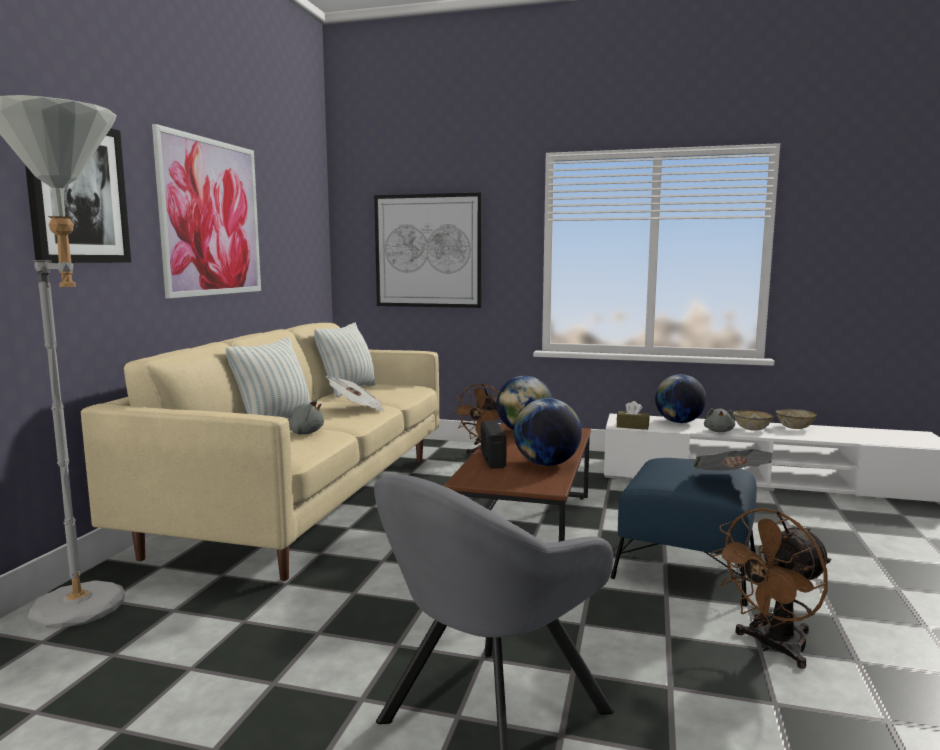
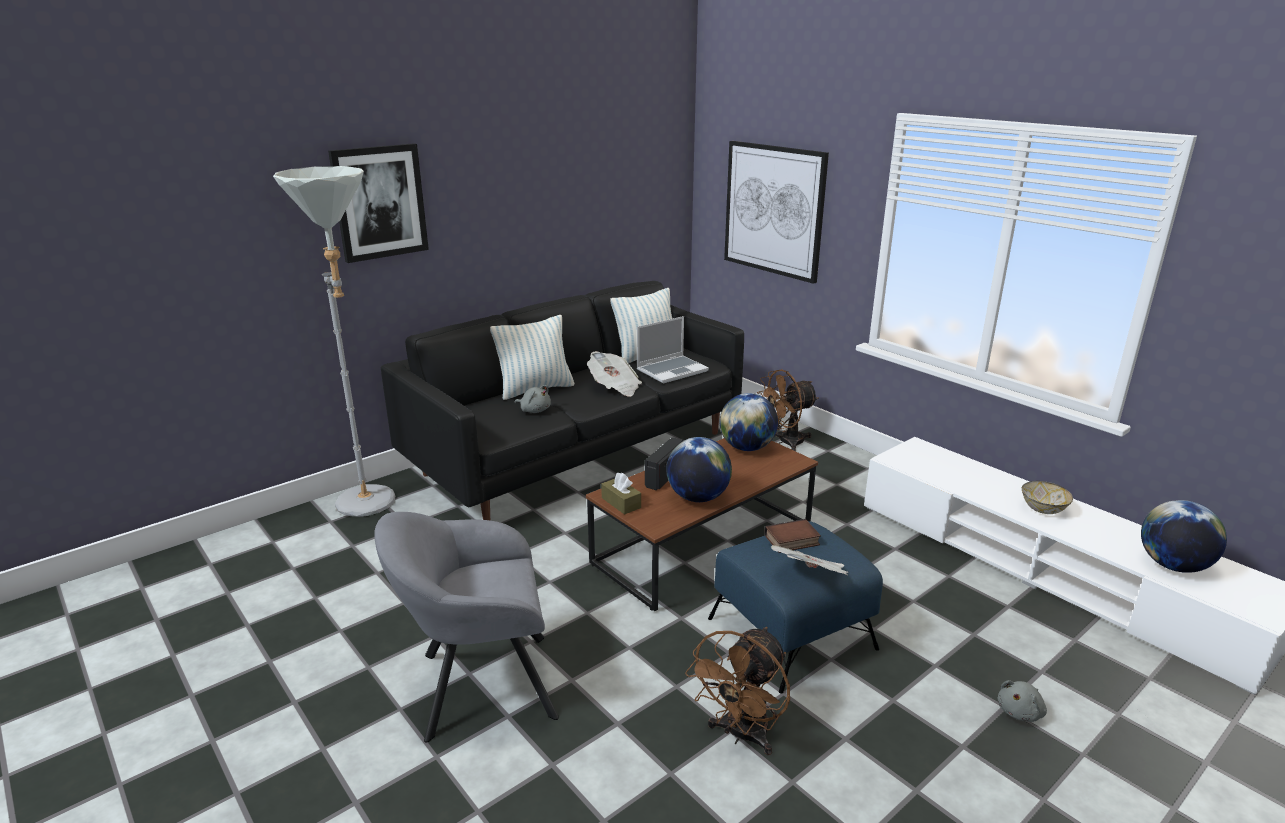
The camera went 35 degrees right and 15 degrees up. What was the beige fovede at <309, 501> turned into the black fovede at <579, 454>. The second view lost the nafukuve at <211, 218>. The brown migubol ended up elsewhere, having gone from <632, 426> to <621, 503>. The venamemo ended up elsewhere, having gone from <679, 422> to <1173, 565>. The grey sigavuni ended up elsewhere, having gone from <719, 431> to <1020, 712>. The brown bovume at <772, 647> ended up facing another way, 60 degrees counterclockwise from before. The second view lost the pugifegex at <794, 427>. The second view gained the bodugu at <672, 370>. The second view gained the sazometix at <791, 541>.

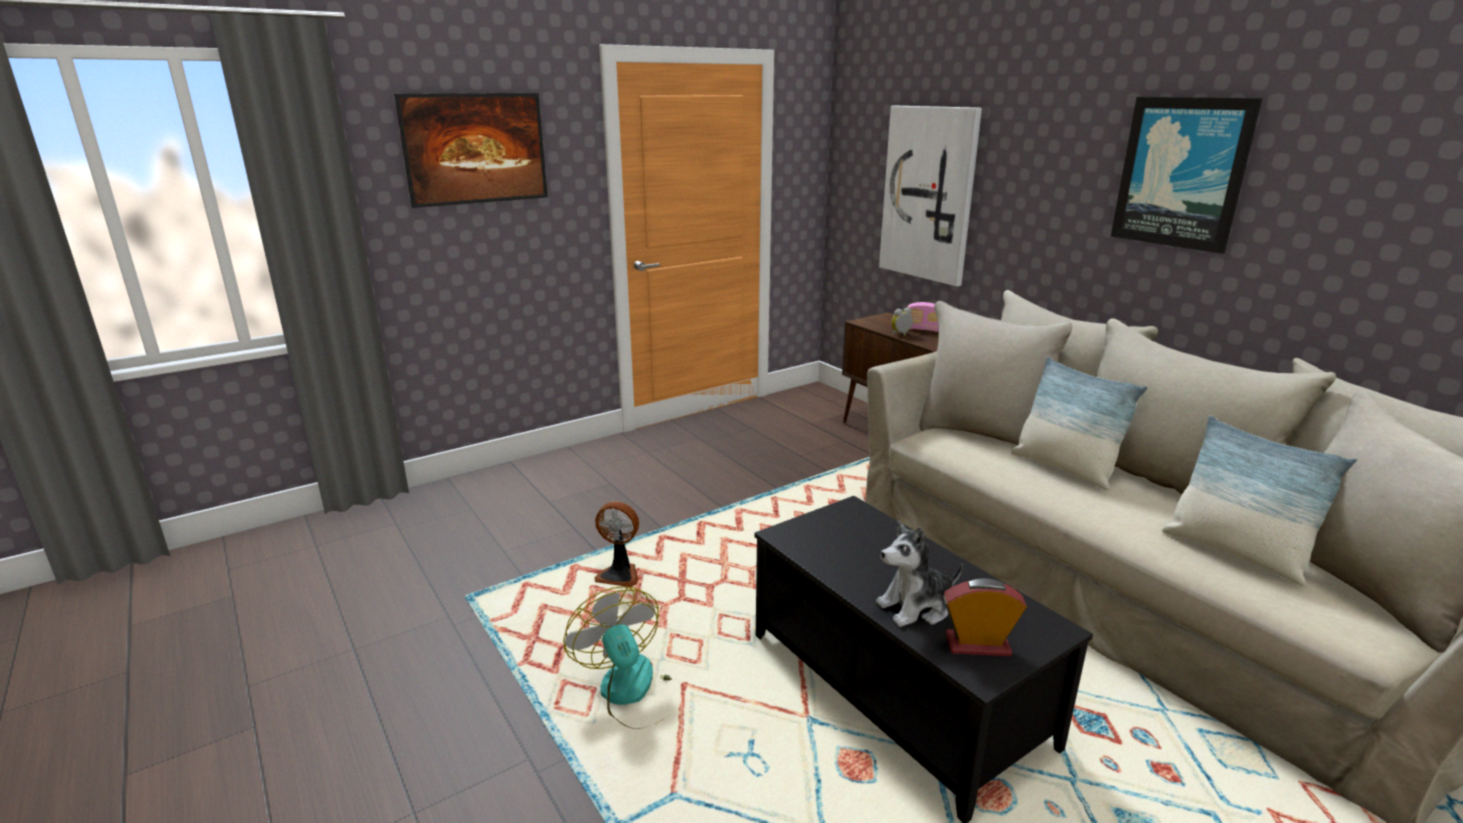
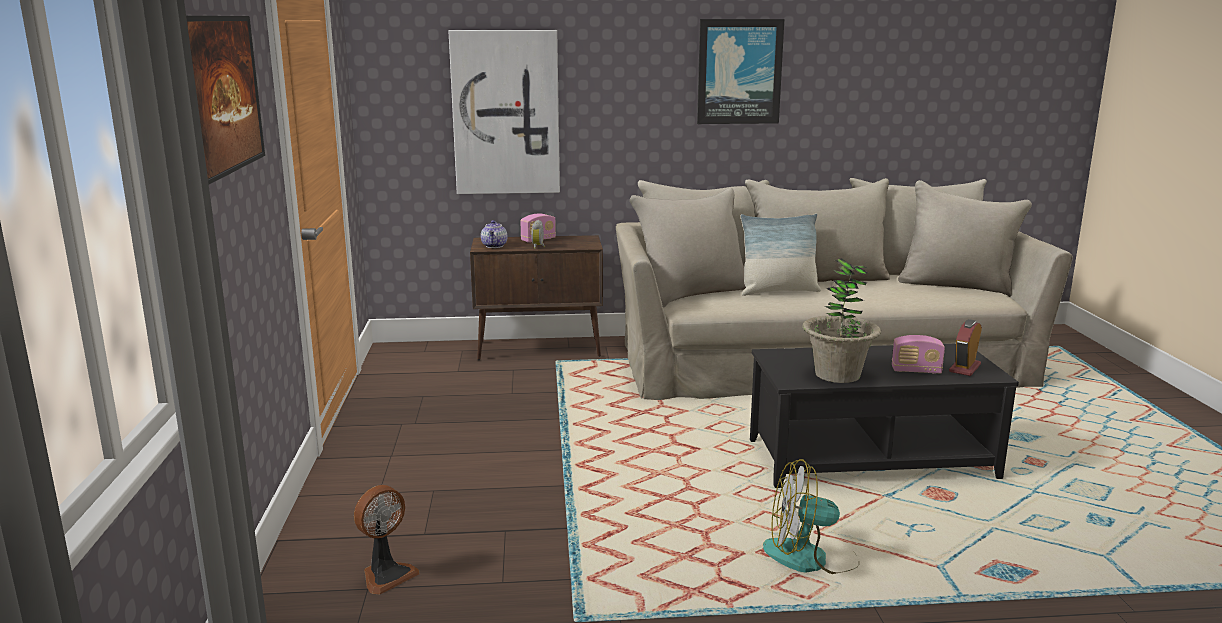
The camera went 60 degrees left and 5 degrees down. The bovume ended up elsewhere, having gone from <619, 575> to <386, 575>. Where the sigavuni stood at <916, 607>, the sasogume came to stand at <916, 371>. The second view lost the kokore at <1235, 553>. The second view gained the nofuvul at <495, 246>. The second view gained the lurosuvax at <837, 375>.

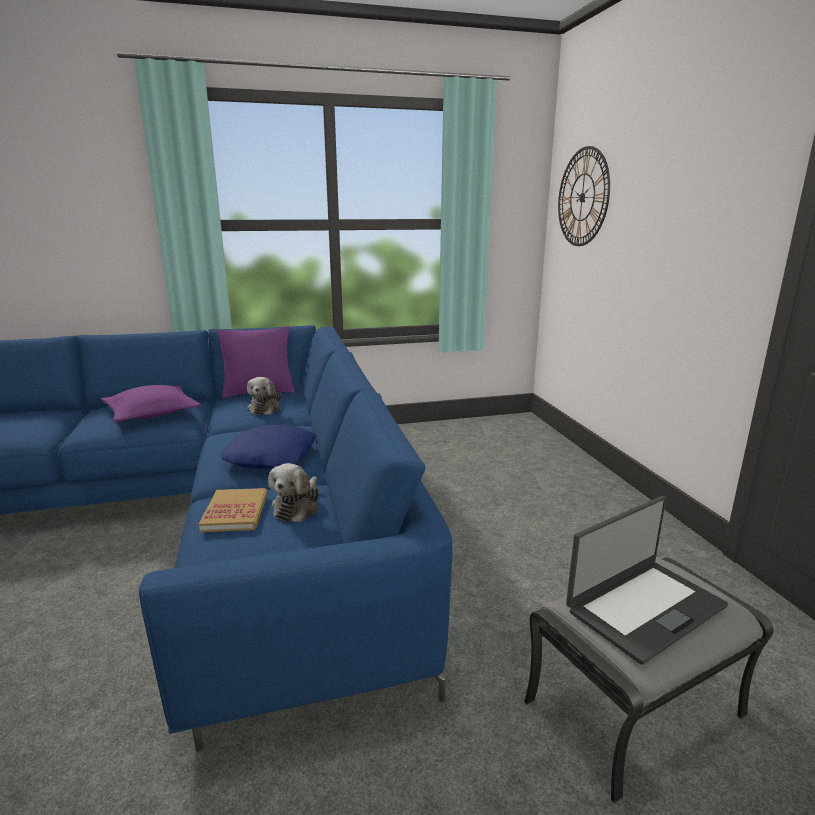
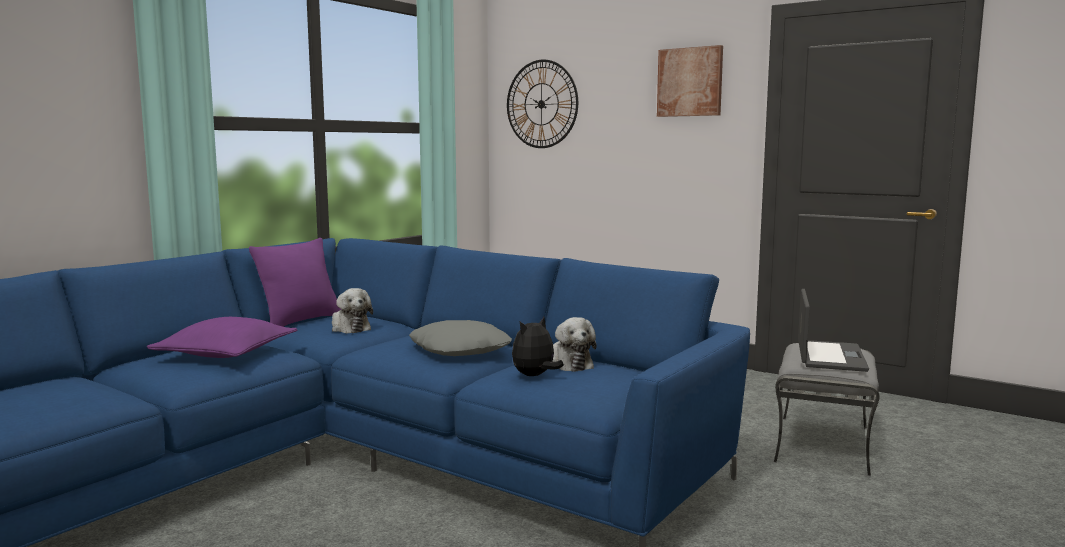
The camera went 40 degrees left and 10 degrees down. Where the sazometix stood at <235, 512>, the sigavuni came to stand at <535, 376>. What was the blue kokore at <272, 456> turned into the grey kokore at <460, 349>. The second view gained the nafukuve at <690, 82>.

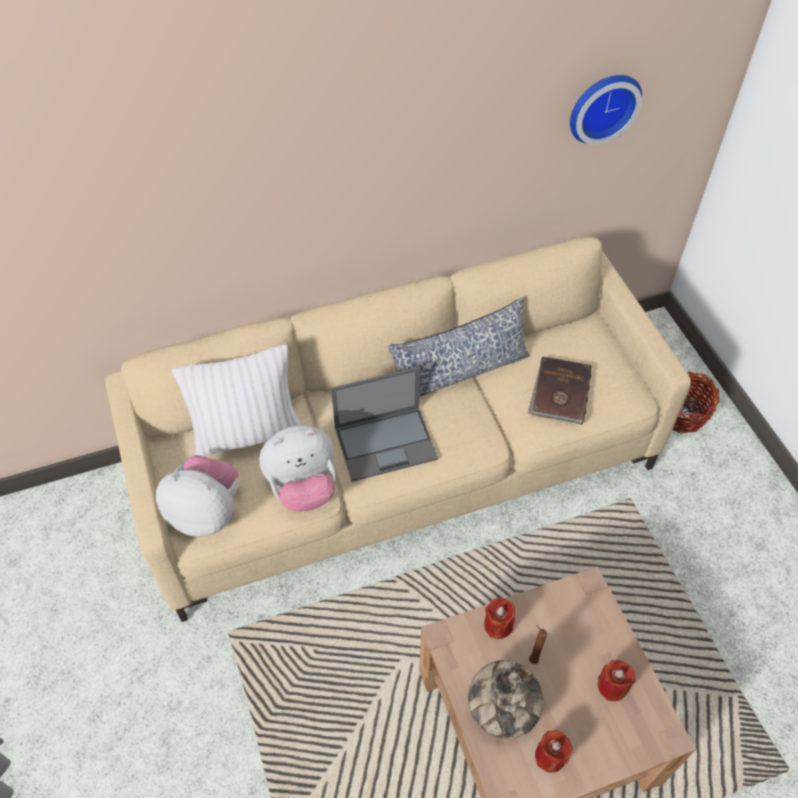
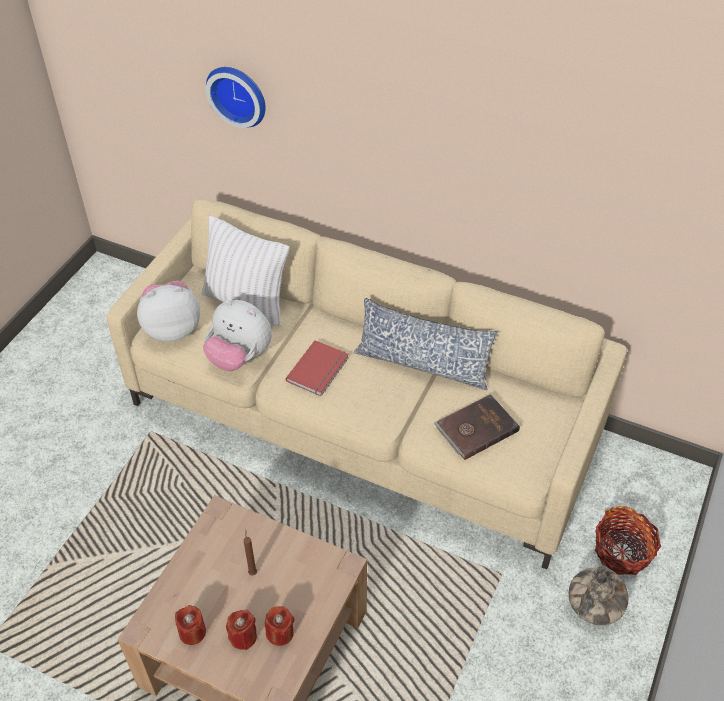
The camera went 45 degrees right and 5 degrees down. The sigavuni at <206, 512> ended up facing another way, 75 degrees counterclockwise from before. Where the bodugu stood at <387, 443>, the red sazometix came to stand at <319, 370>. The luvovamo ended up elsewhere, having gone from <501, 709> to <593, 608>. The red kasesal ended up elsewhere, having gone from <498, 625> to <243, 637>. The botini ended up elsewhere, having gone from <602, 106> to <238, 94>.

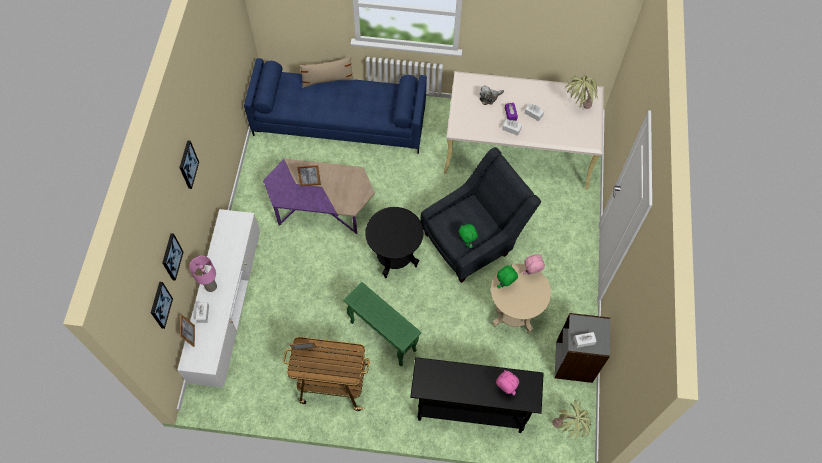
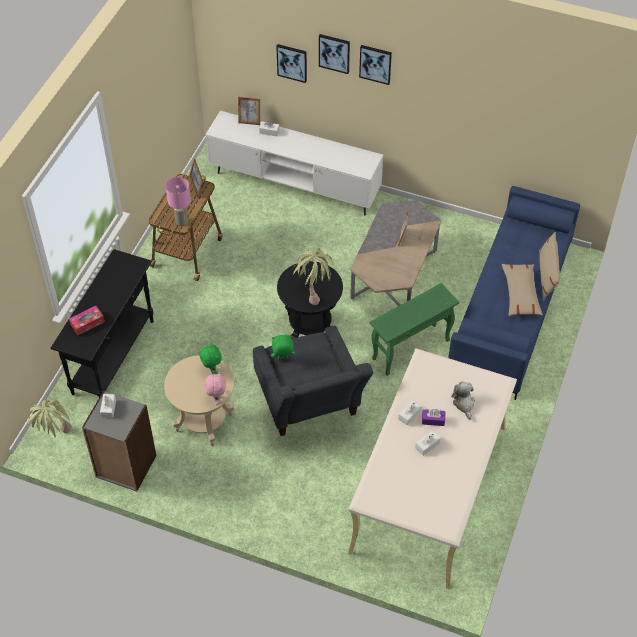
The camera went 105 degrees right and 10 degrees down. The nafukuve ended up elsewhere, having gone from <160, 305> to <334, 53>. The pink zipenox ended up elsewhere, having gone from <211, 286> to <182, 221>. What was the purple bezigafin at <322, 206> turned into the grey bezigafin at <394, 275>. The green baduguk ended up elsewhere, having gone from <383, 336> to <411, 349>. Where the pink sigavuni stood at <504, 389>, the migubol came to stand at <87, 323>. The lurosuvax ended up elsewhere, having gone from <576, 109> to <313, 292>. The second view gained the beige kokore at <520, 294>.

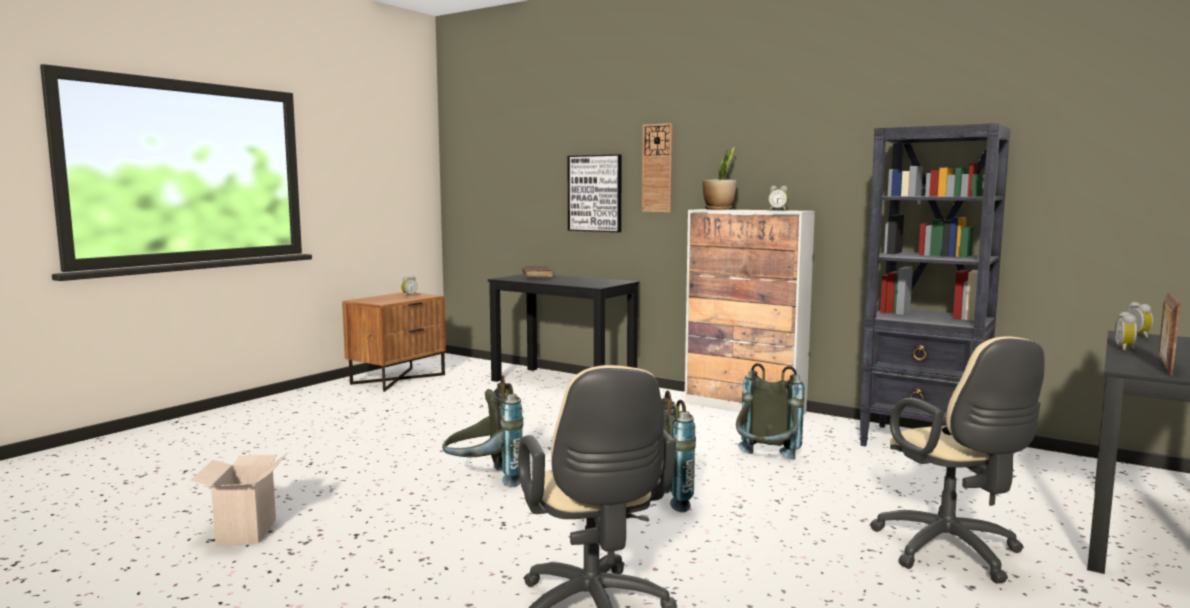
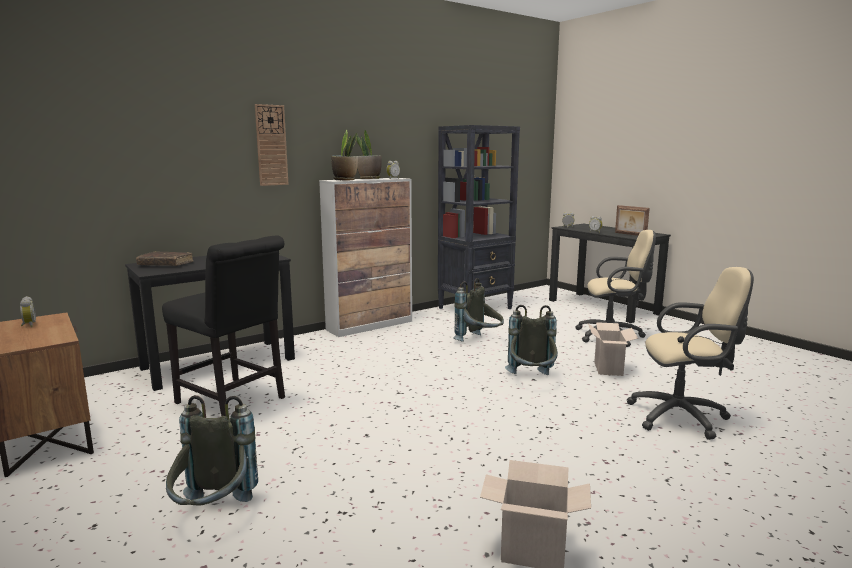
The camera went 70 degrees left and 5 degrees up. The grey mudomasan ended up elsewhere, having gone from <484, 480> to <213, 514>. The second view lost the nafukuve at <595, 193>. The second view gained the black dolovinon at <234, 402>. The second view gained the lurosuvax at <369, 179>. The second view gained the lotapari at <609, 369>.

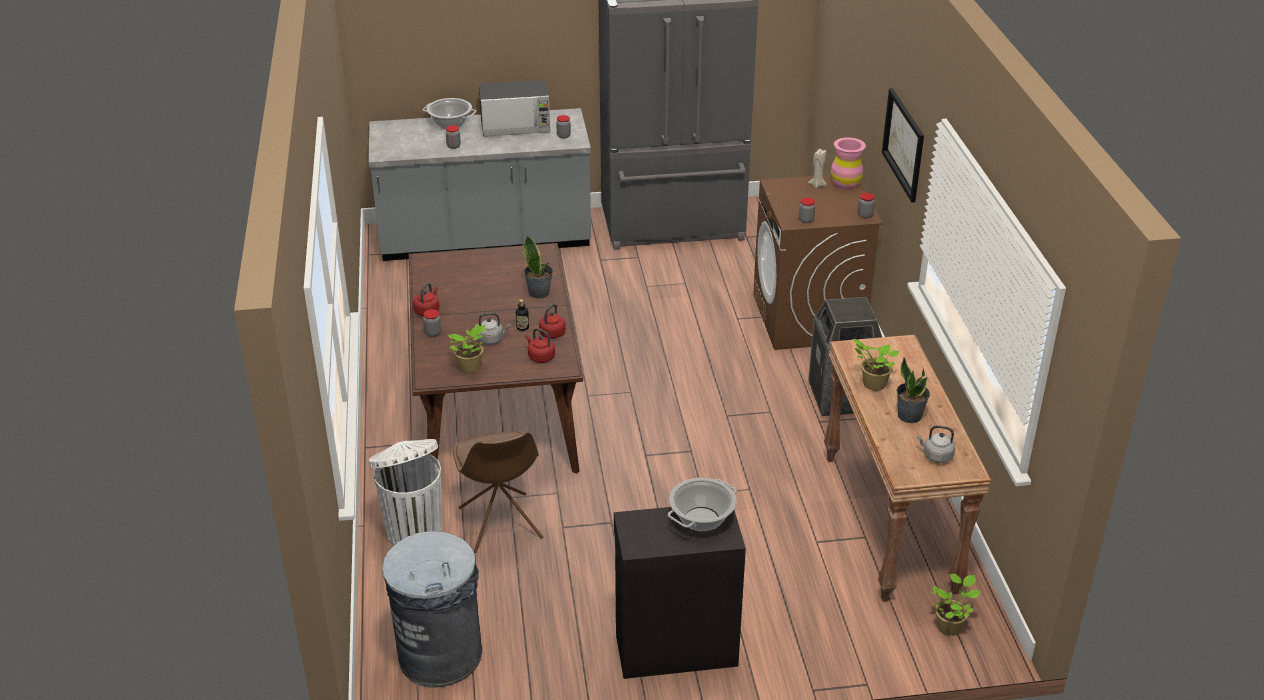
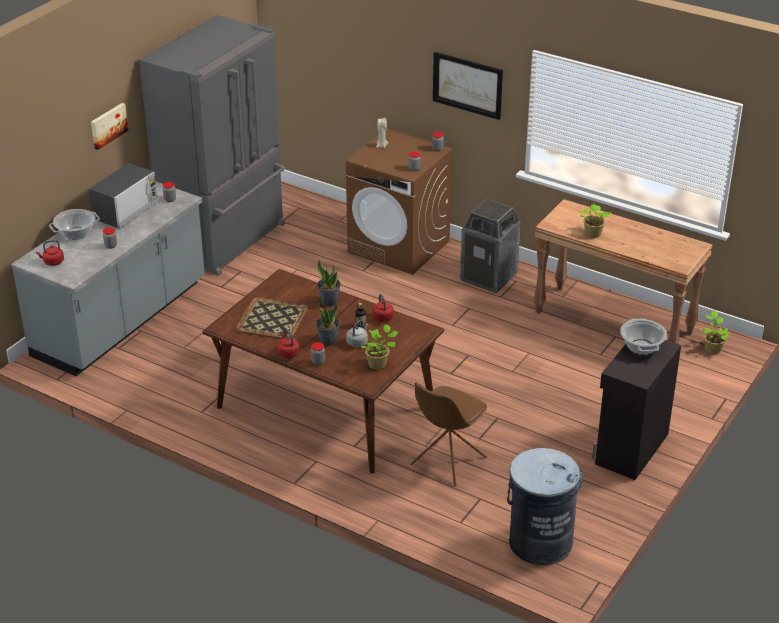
The camera went 50 degrees left and 0 degrees up. The second view lost the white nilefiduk at <413, 531>. The brown dolovinon at <500, 524> ended up facing another way, 105 degrees clockwise from before. The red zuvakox ended up elsewhere, having gone from <540, 357> to <52, 262>. The second view lost the pink luvovamo at <845, 184>. The lurosuvax ended up elsewhere, having gone from <909, 415> to <327, 340>. The second view lost the grey zuvakox at <936, 456>. The second view gained the nafukuve at <108, 125>. The second view gained the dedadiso at <272, 319>.

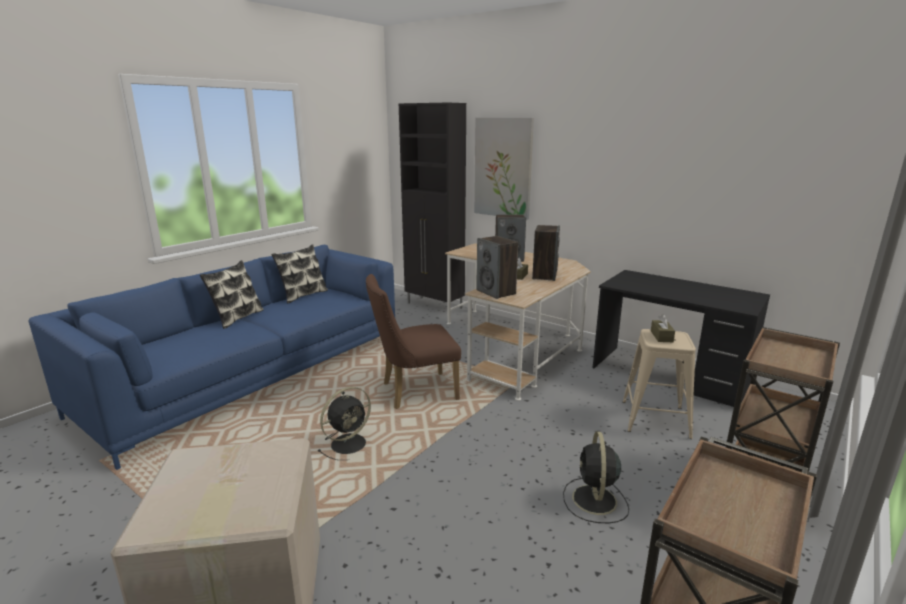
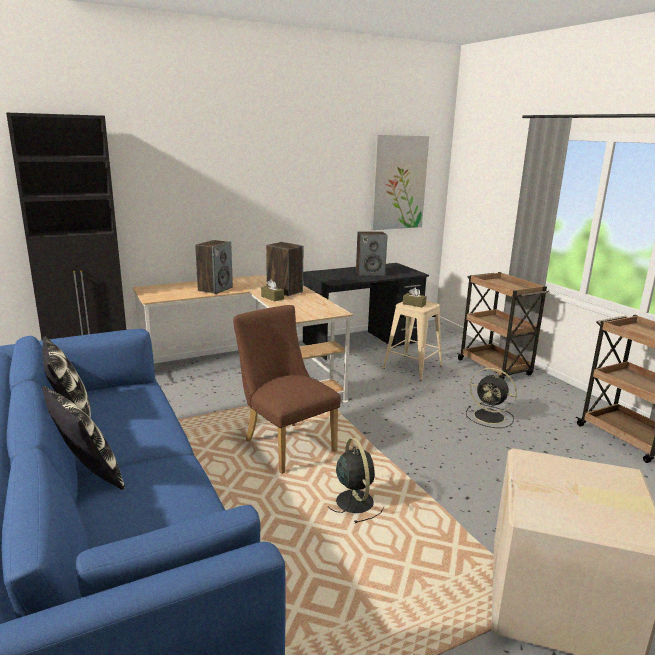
The camera went 65 degrees left and 0 degrees up. The brown dolovinon at <413, 392> ended up facing another way, 135 degrees clockwise from before. The nafukuve ended up elsewhere, having gone from <503, 168> to <398, 183>. The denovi ended up elsewhere, having gone from <496, 292> to <370, 273>.

